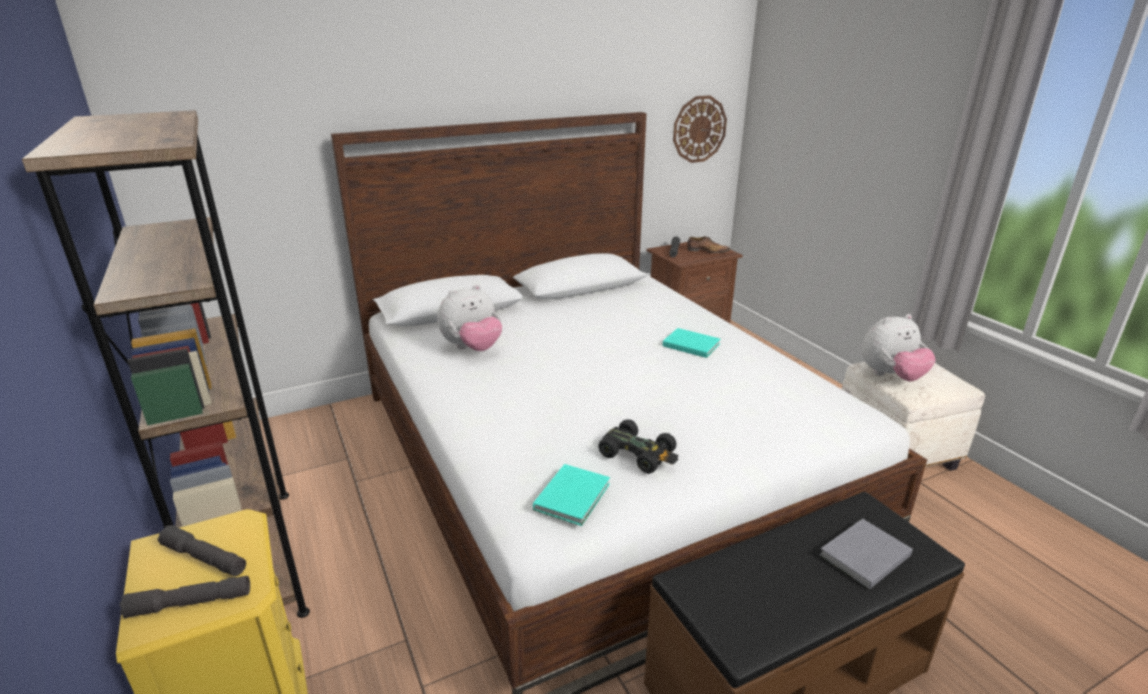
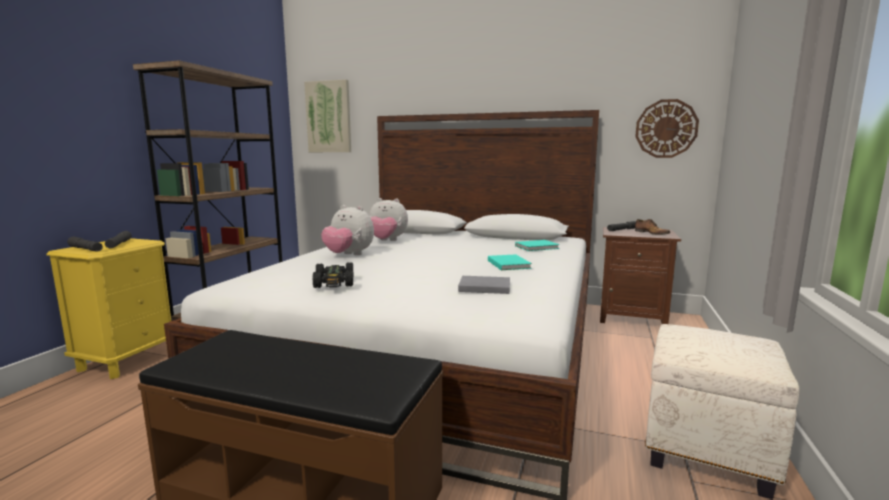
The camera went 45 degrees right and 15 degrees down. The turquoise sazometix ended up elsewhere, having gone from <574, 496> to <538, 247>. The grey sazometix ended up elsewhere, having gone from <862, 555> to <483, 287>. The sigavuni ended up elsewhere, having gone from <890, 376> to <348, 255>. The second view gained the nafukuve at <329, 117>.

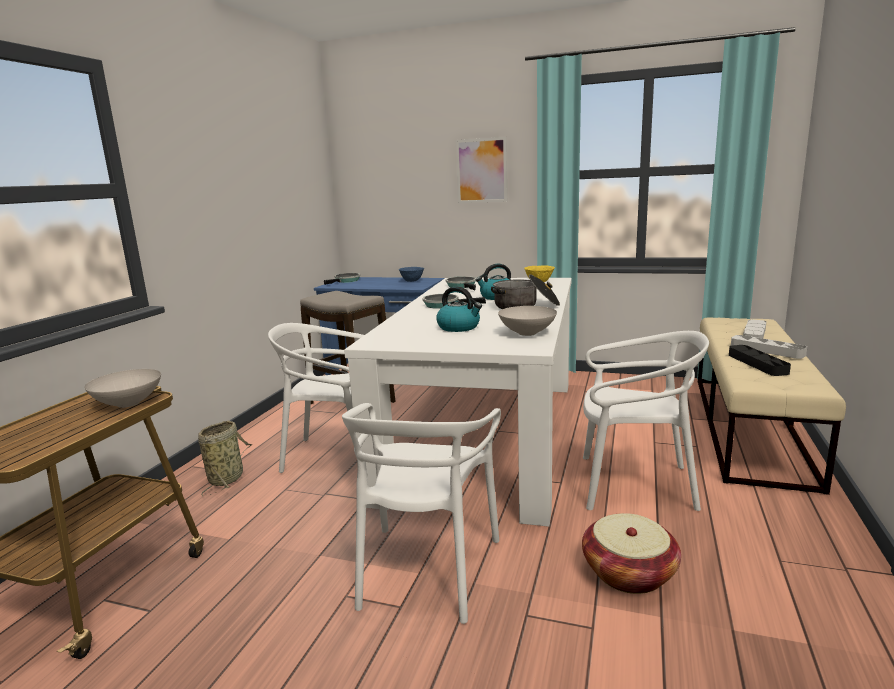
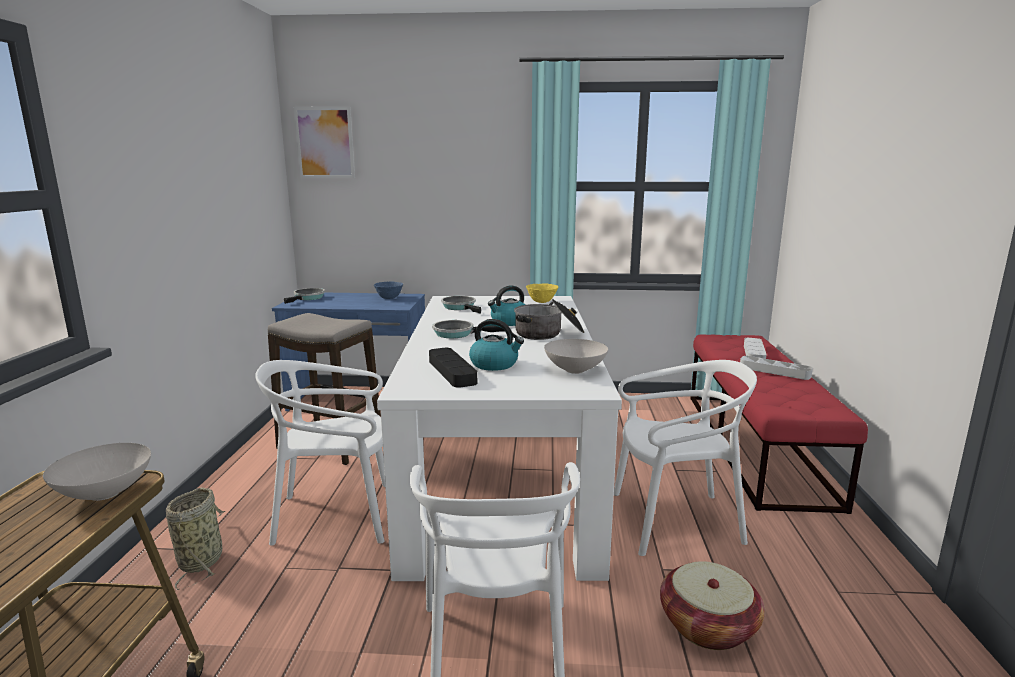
The camera went 15 degrees left and 0 degrees up. The nafukuve ended up elsewhere, having gone from <481, 170> to <325, 143>. What was the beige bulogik at <749, 426> turned into the red bulogik at <755, 445>. The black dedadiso ended up elsewhere, having gone from <757, 364> to <452, 371>.

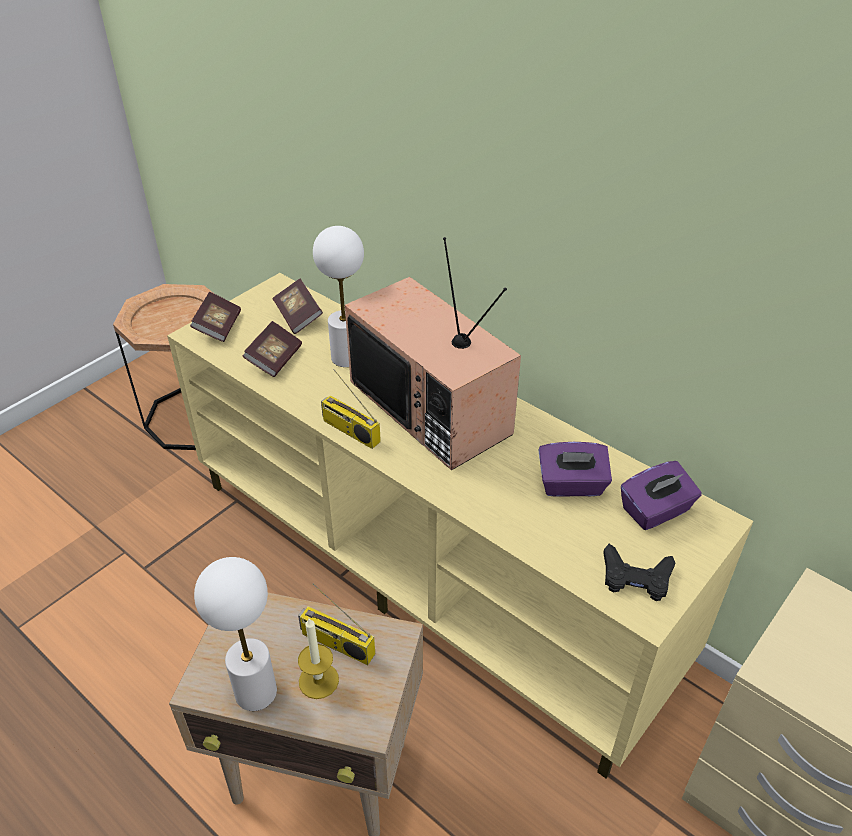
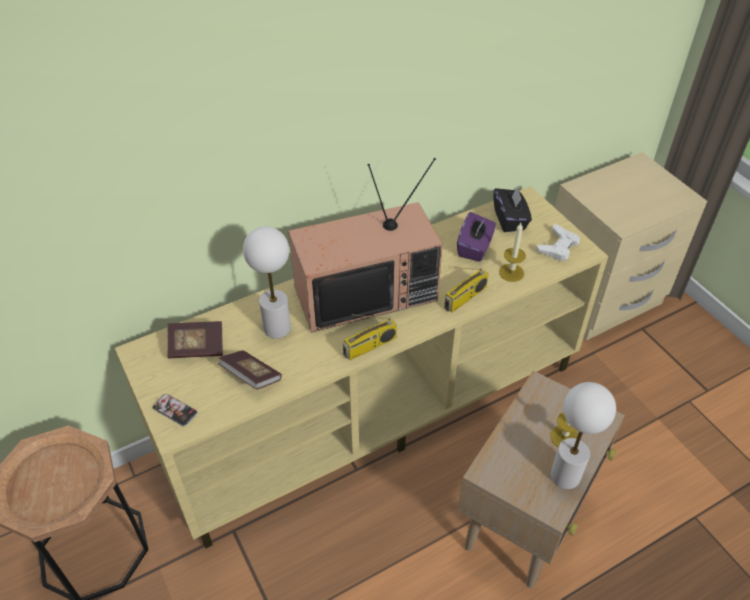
The camera went 70 degrees left and 5 degrees up. Where the sazometix stood at <218, 327>, the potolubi came to stand at <175, 410>. The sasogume ended up elsewhere, having gone from <336, 644> to <465, 298>. What was the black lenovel at <636, 578> turned into the white lenovel at <558, 246>. What was the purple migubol at <656, 511> turned into the black migubol at <510, 220>. The second view gained the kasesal at <511, 272>.

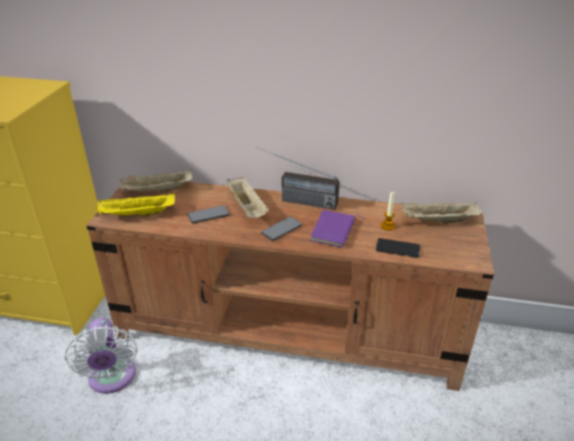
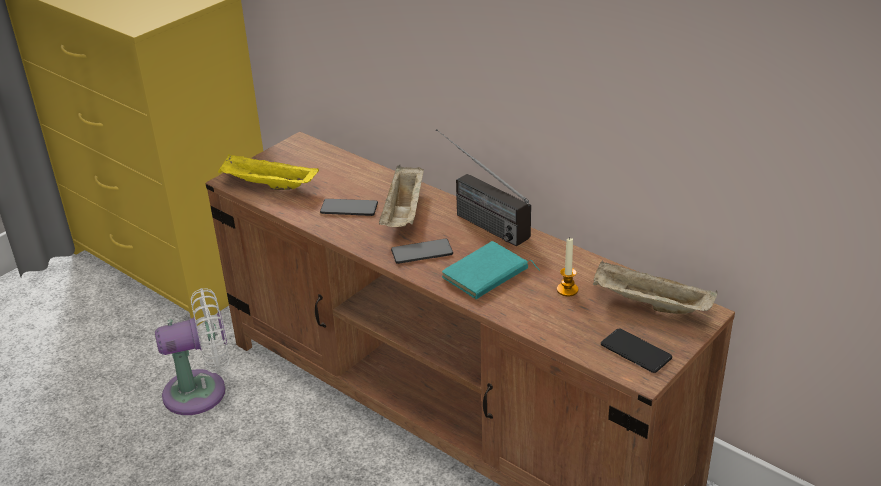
The camera went 30 degrees right and 0 degrees up. The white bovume at <112, 379> ended up facing another way, 120 degrees counterclockwise from before. The second view lost the beige dedadiso at <157, 191>. What was the purple sazometix at <334, 231> turned into the turquoise sazometix at <487, 275>. The potolubi ended up elsewhere, having gone from <397, 248> to <635, 351>.

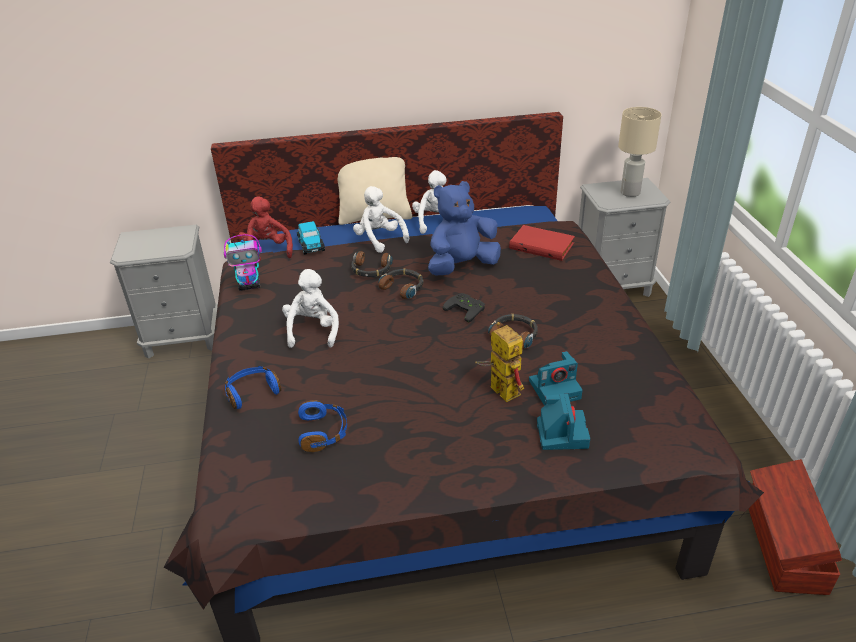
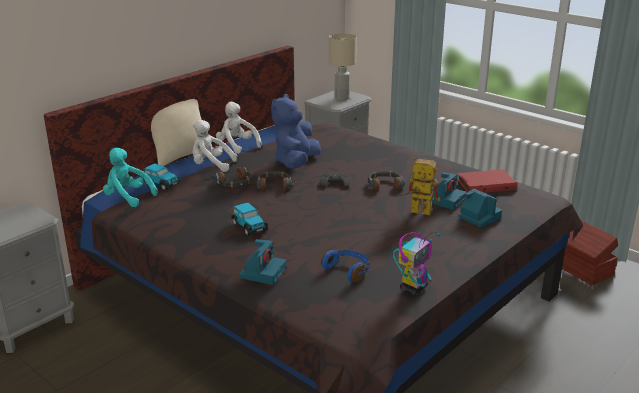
The camera went 40 degrees left and 10 degrees down. The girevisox ended up elsewhere, having gone from <250, 286> to <414, 288>. Where the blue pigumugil stood at <252, 392>, the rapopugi came to stand at <263, 272>. What was the red sigavuni at <267, 250> turned into the turquoise sigavuni at <128, 197>. Where the white sigavuni stood at <313, 330>, the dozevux came to stand at <249, 227>. The red sazometix ended up elsewhere, having gone from <542, 245> to <486, 184>.

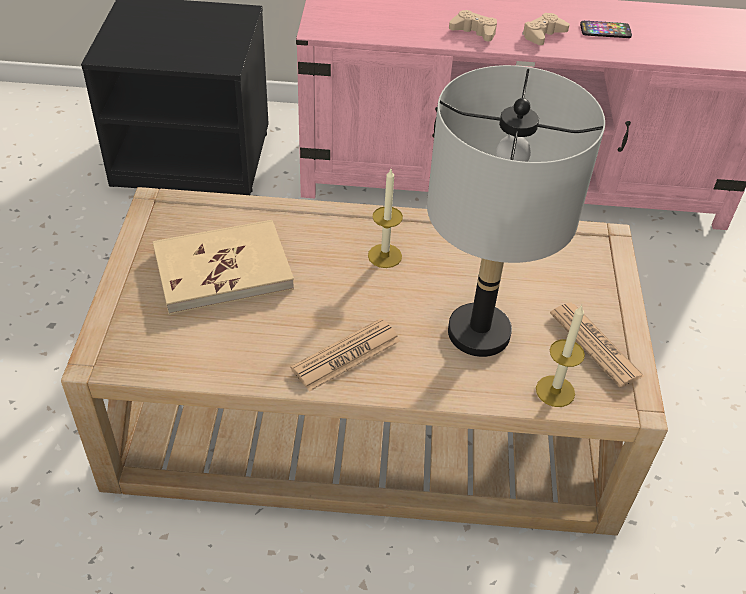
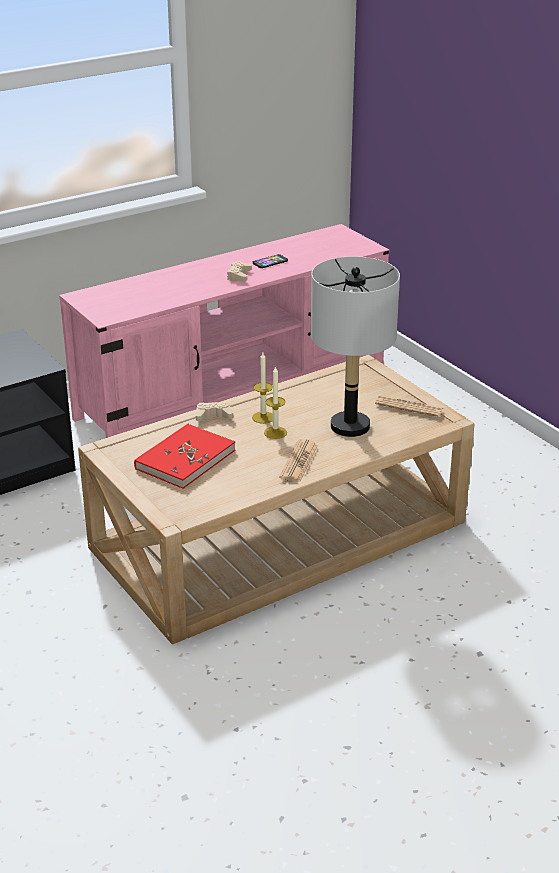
The camera went 35 degrees left and 15 degrees down. What was the beige sazometix at <223, 270> turned into the red sazometix at <185, 459>. The beige lenovel ended up elsewhere, having gone from <474, 31> to <213, 416>. The kasesal ended up elsewhere, having gone from <555, 391> to <275, 432>.

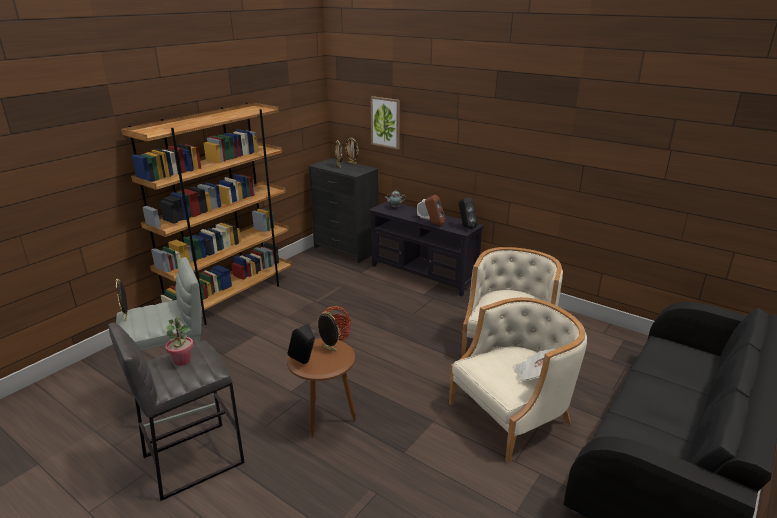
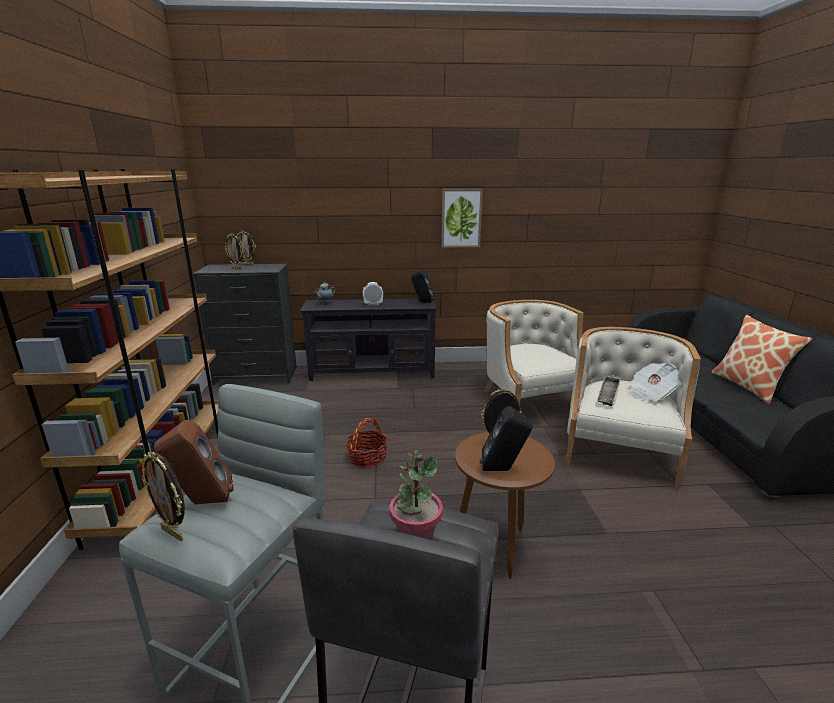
The camera went 40 degrees left and 5 degrees down. The nafukuve ended up elsewhere, having gone from <386, 122> to <461, 218>. The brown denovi ended up elsewhere, having gone from <434, 224> to <201, 502>. The second view gained the dedadiso at <608, 394>. The second view gained the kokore at <748, 386>.

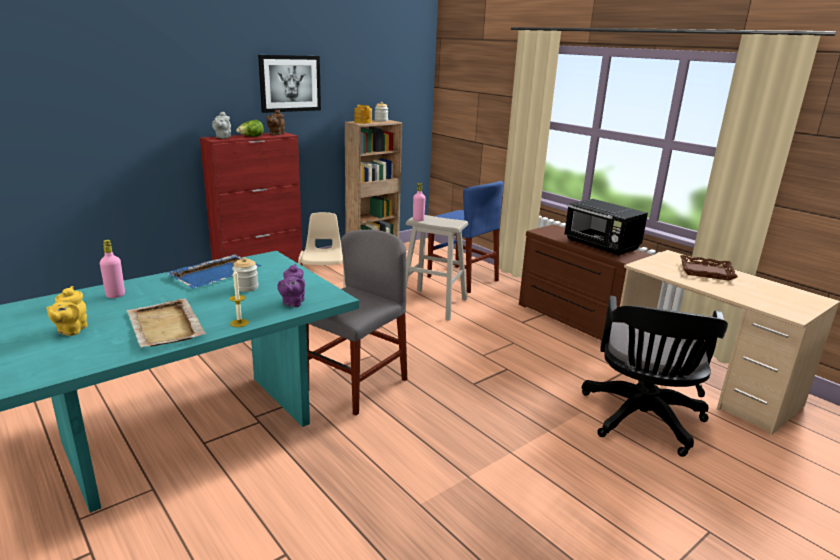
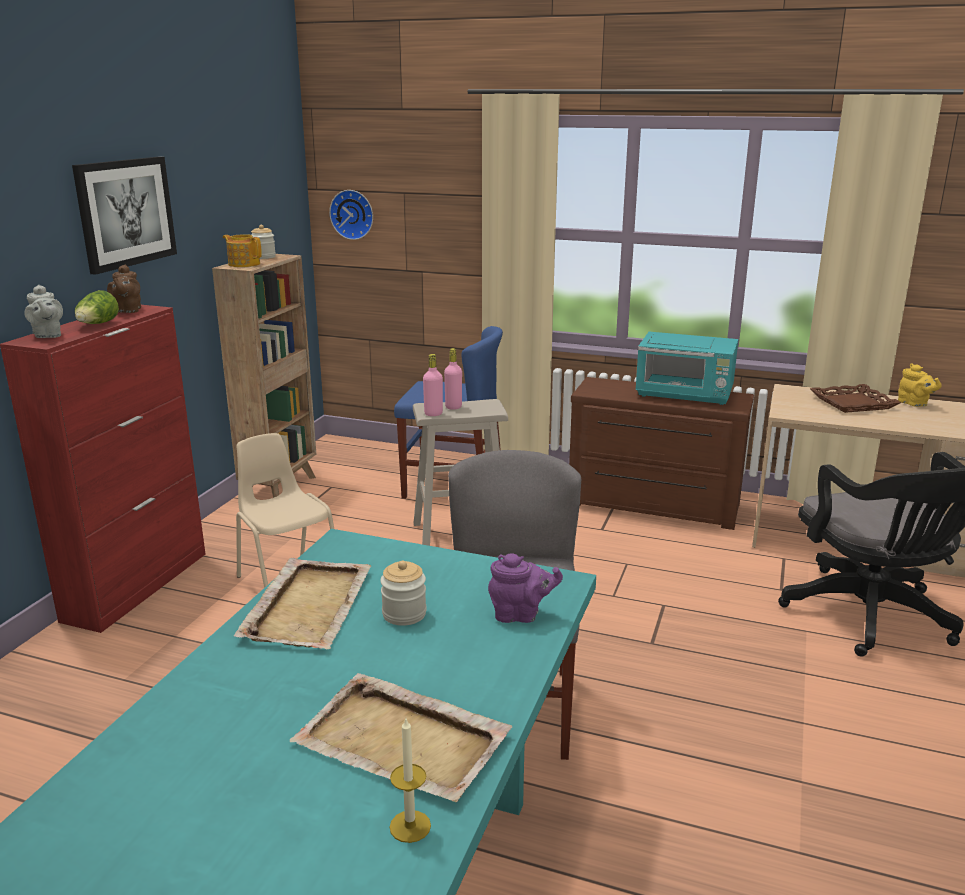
The camera went 30 degrees left and 0 degrees up. The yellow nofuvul ended up elsewhere, having gone from <71, 330> to <914, 404>. The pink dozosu ended up elsewhere, having gone from <115, 295> to <453, 407>. What was the blue dedadiso at <216, 273> turned into the beige dedadiso at <309, 605>. The kasesal ended up elsewhere, having gone from <239, 323> to <410, 826>. The purple nofuvul at <293, 303> ended up facing another way, 60 degrees counterclockwise from before. What was the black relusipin at <601, 245> turned into the turquoise relusipin at <685, 395>. The second view gained the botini at <353, 214>.

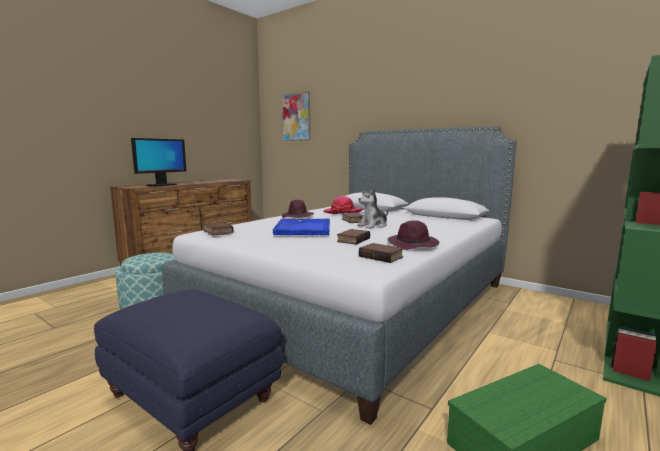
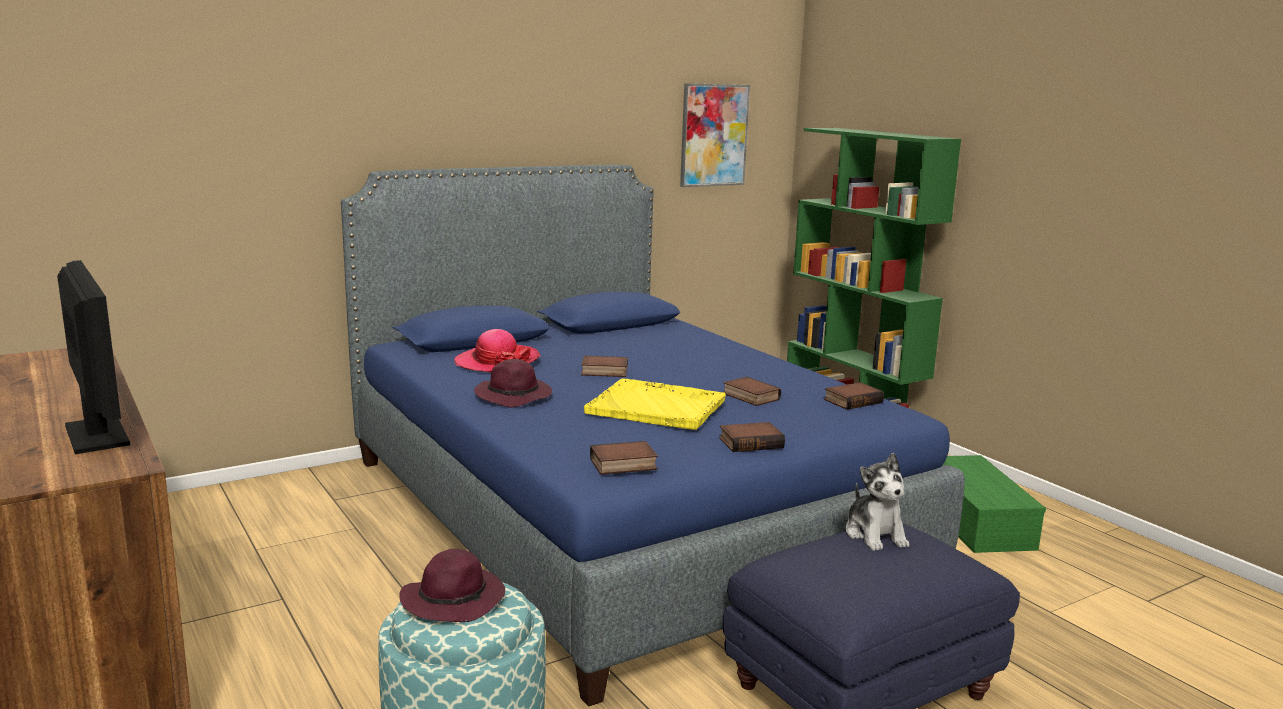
The camera went 70 degrees left and 5 degrees up. What was the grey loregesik at <357, 303> turned into the blue loregesik at <618, 514>. What was the blue dedadiso at <303, 228> turned into the yellow dedadiso at <657, 407>. The nafukuve ended up elsewhere, having gone from <296, 117> to <713, 135>. The sigavuni ended up elsewhere, having gone from <373, 226> to <875, 535>. The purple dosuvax ended up elsewhere, having gone from <413, 245> to <454, 599>. The second view gained the sazometix at <751, 442>.

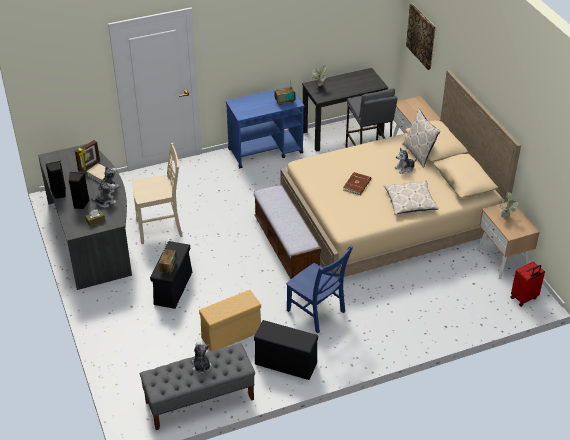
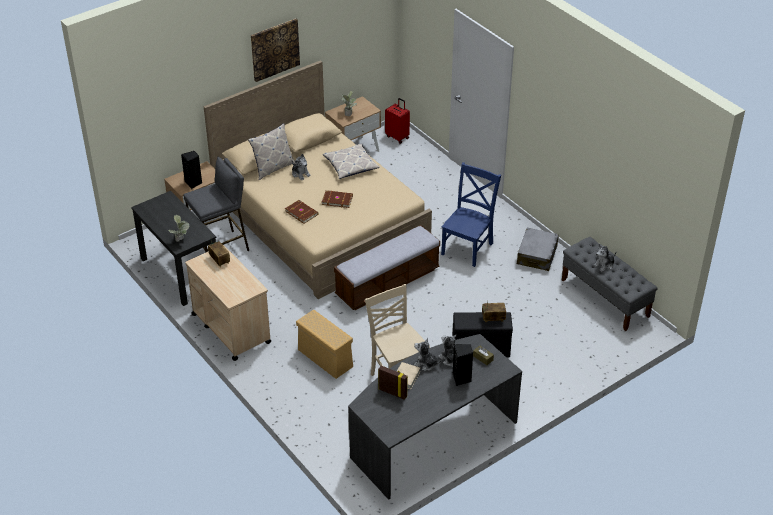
The camera went 105 degrees left and 0 degrees up. The black denovi ended up elsewhere, having gone from <59, 193> to <194, 183>. The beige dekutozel ended up elsewhere, having gone from <232, 334> to <324, 358>. What was the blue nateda at <266, 151> turned into the beige nateda at <231, 328>. Where the black dekutozel stood at <287, 363>, the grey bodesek came to stand at <537, 255>. The nafukuve ended up elsewhere, having gone from <421, 36> to <275, 49>. The second view gained the brown sazometix at <301, 212>.

